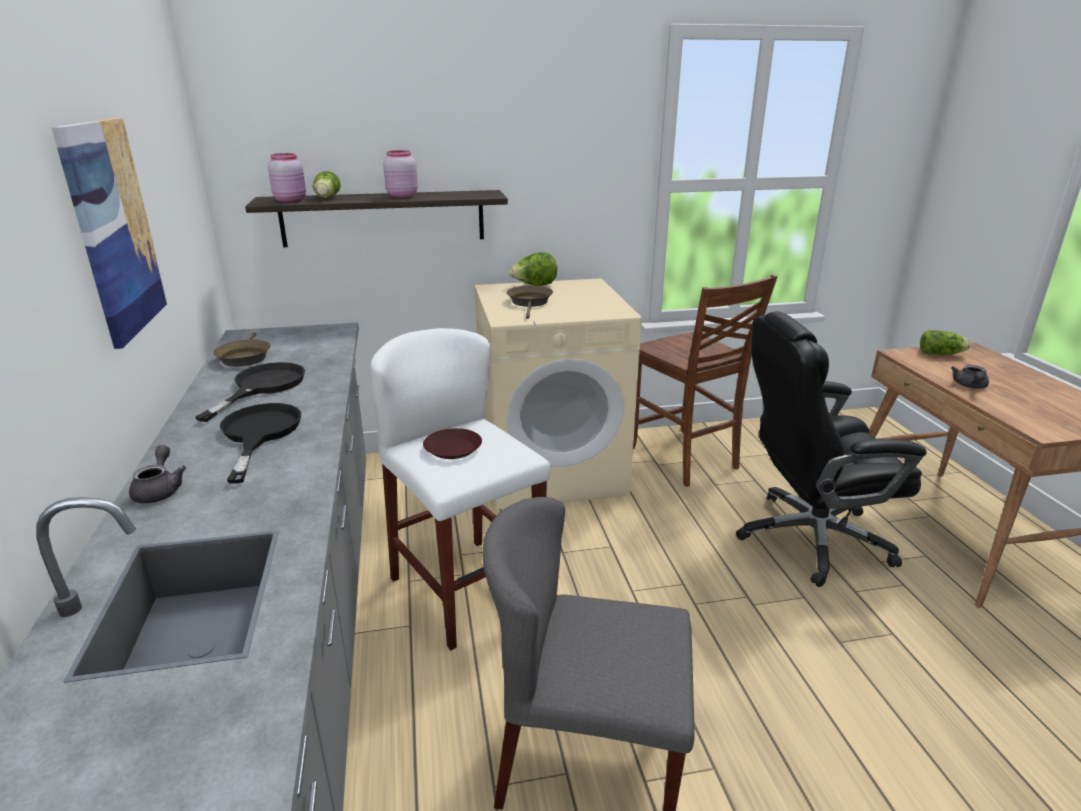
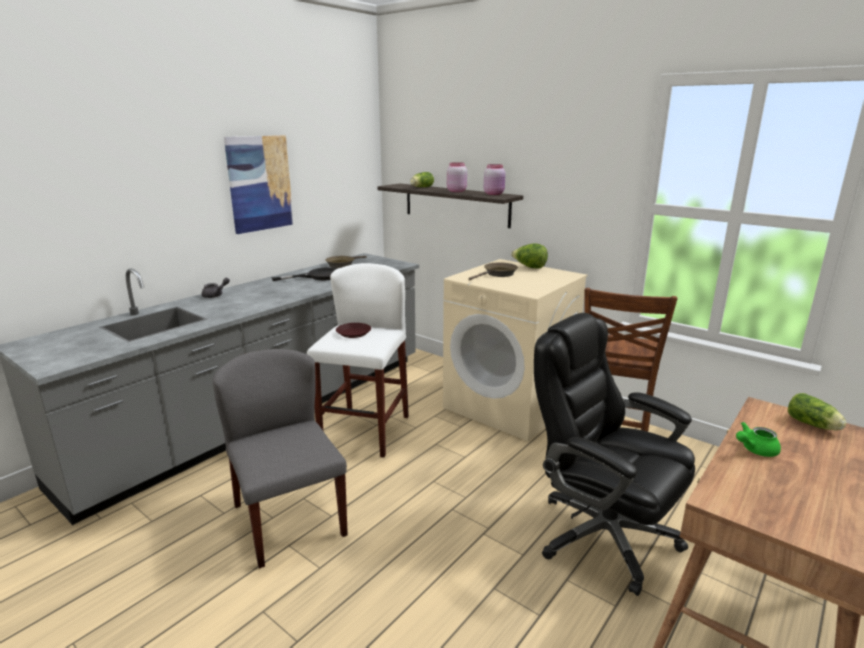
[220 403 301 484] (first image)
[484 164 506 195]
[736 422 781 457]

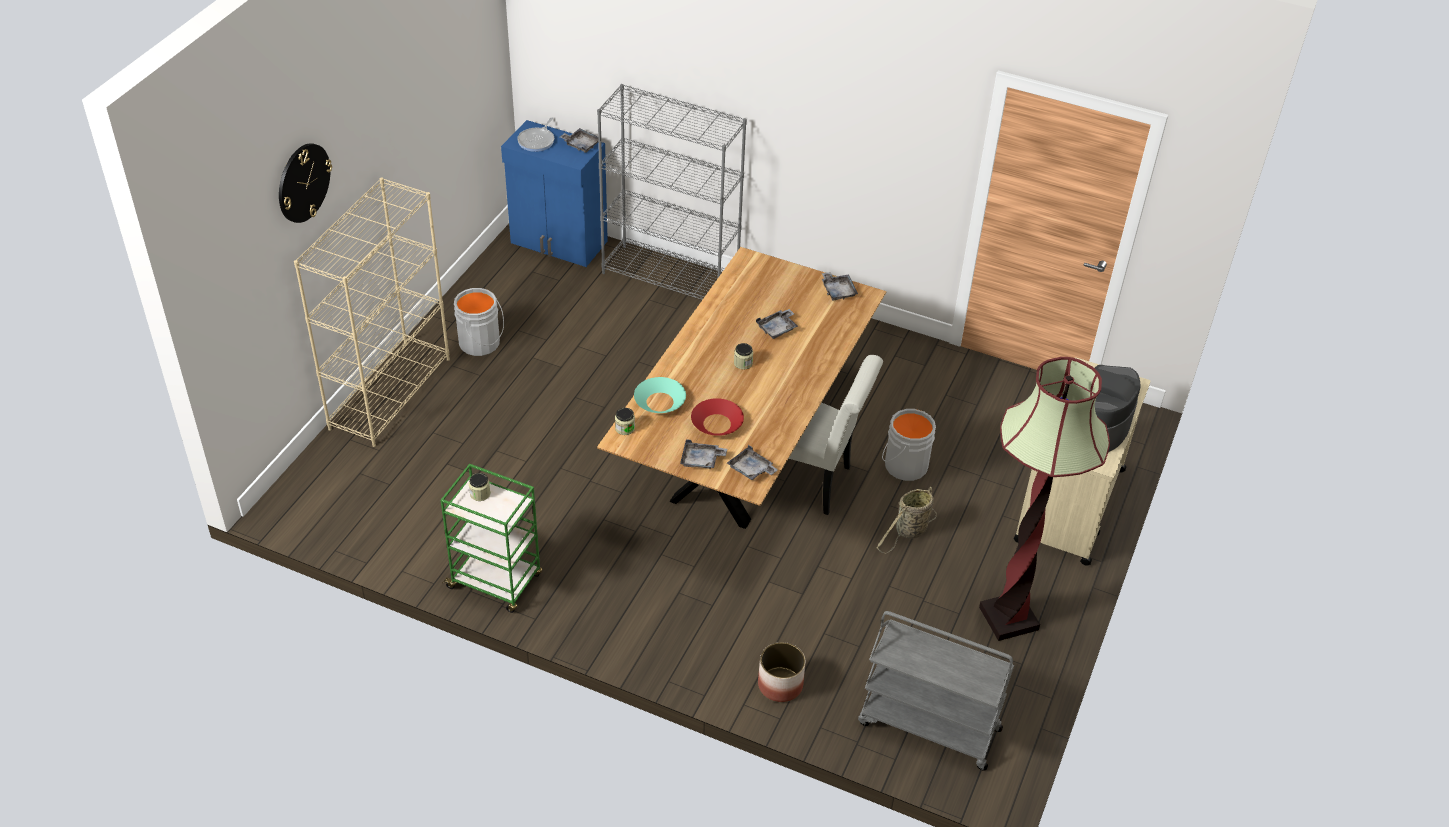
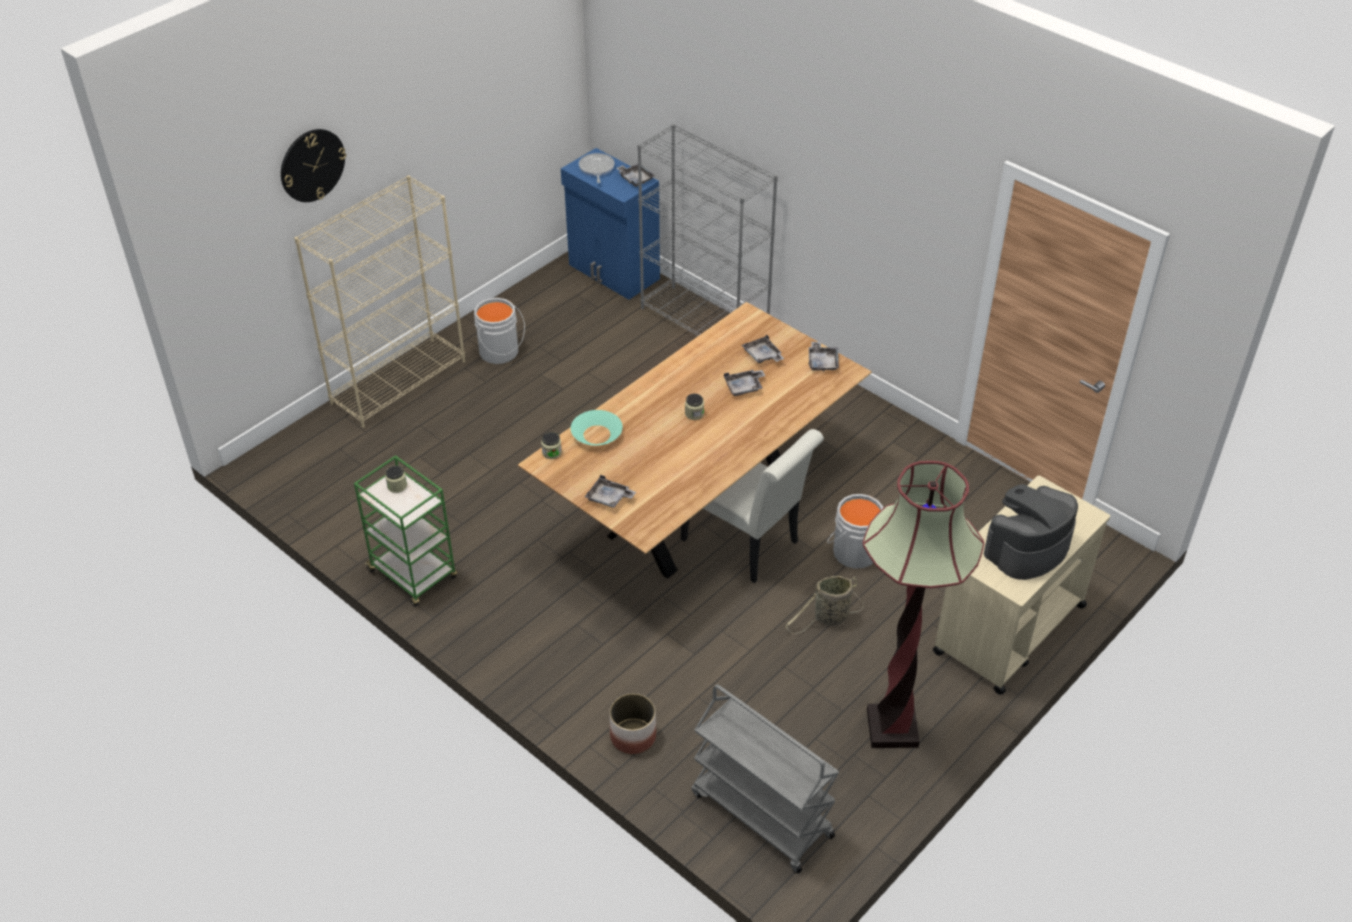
[579 153 615 183]
[691 398 744 436] (first image)
[742 334 784 363]

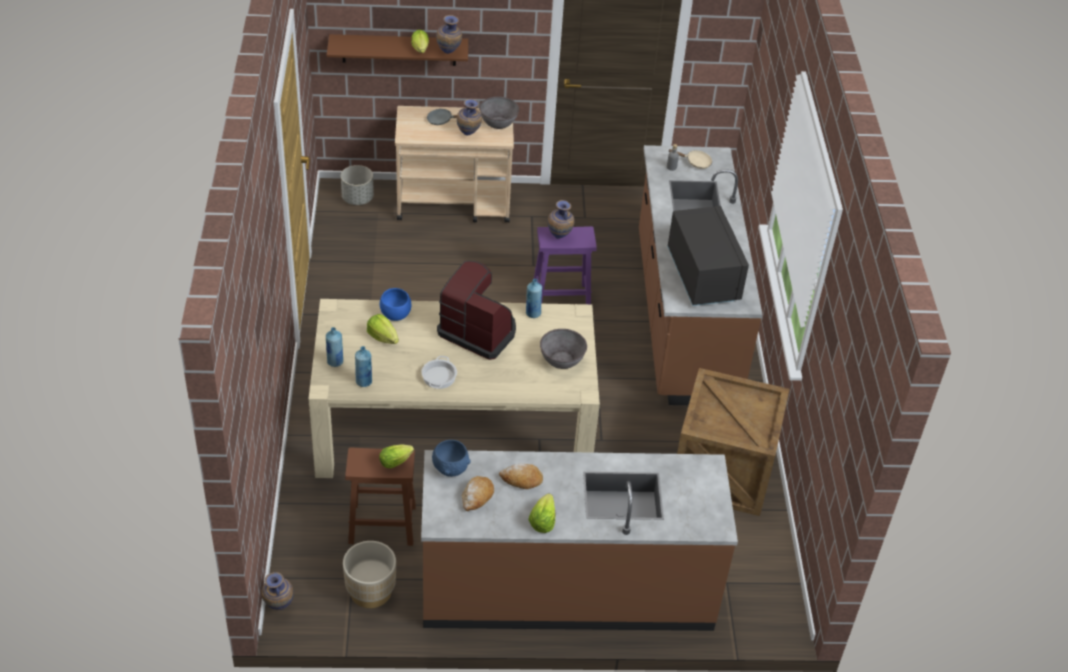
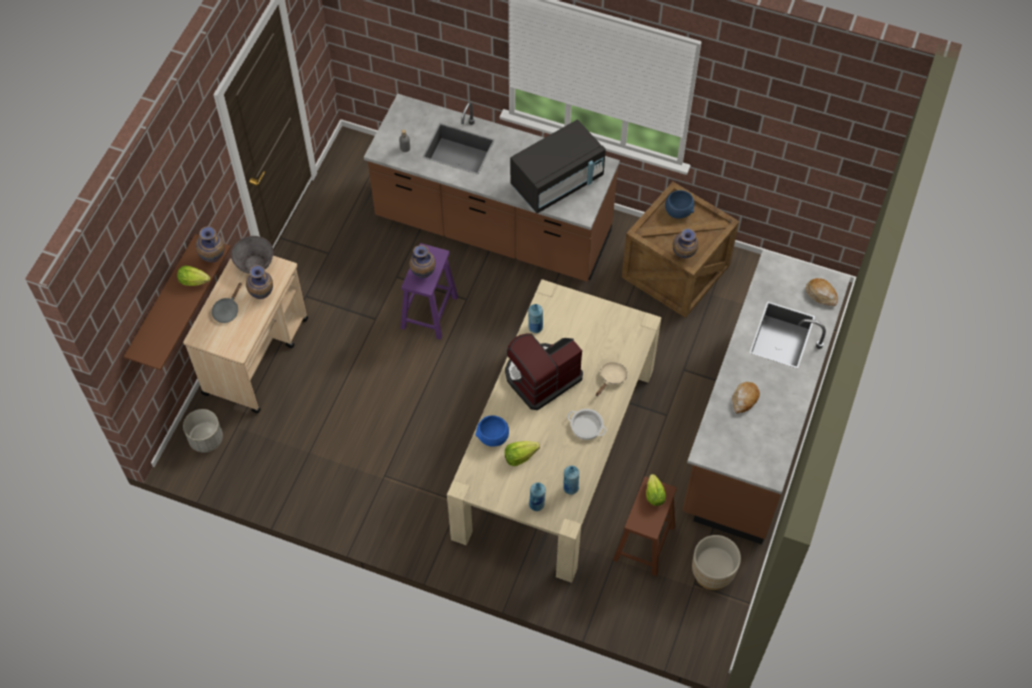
[673 228 698 258]
[665 190 694 219]
[806 278 838 306]
[528 493 555 533] (first image)
[540 329 587 369] (first image)
[510 120 606 214]
[596 362 628 396]

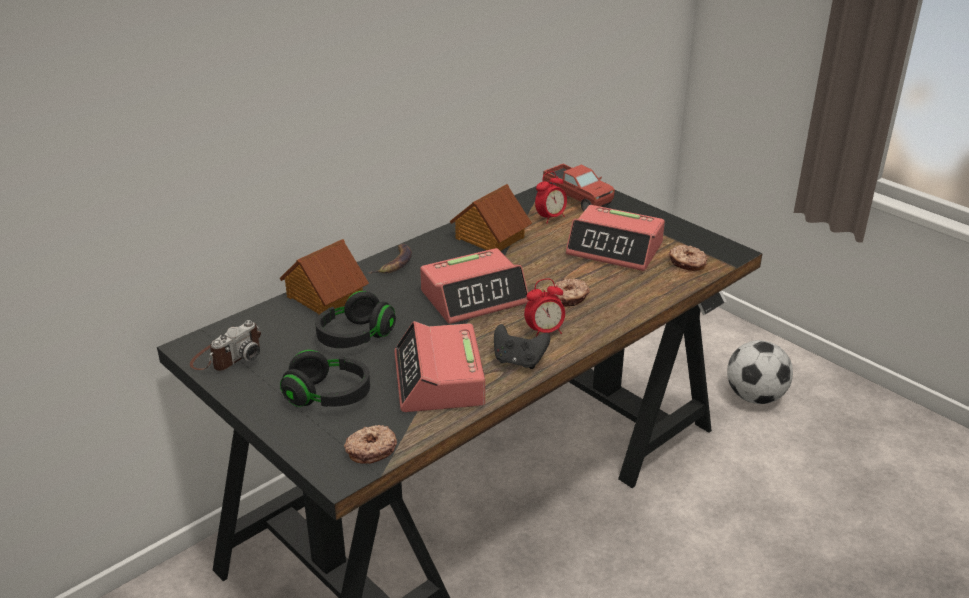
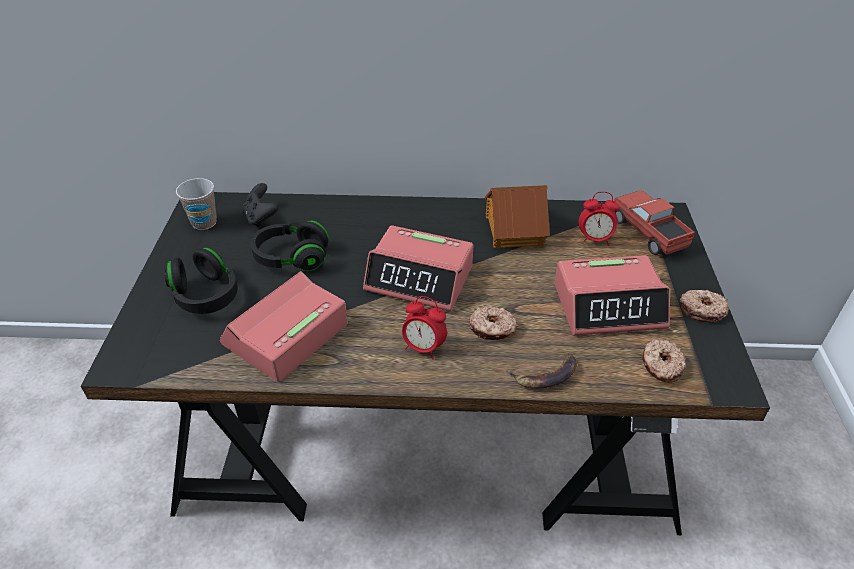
[176 178 217 230]
[280 239 369 315] (first image)
[680 290 729 322]
[506 353 577 389]
[243 183 278 228]
[613 191 695 255]
[554 255 670 335]
[727 340 793 404] (first image)

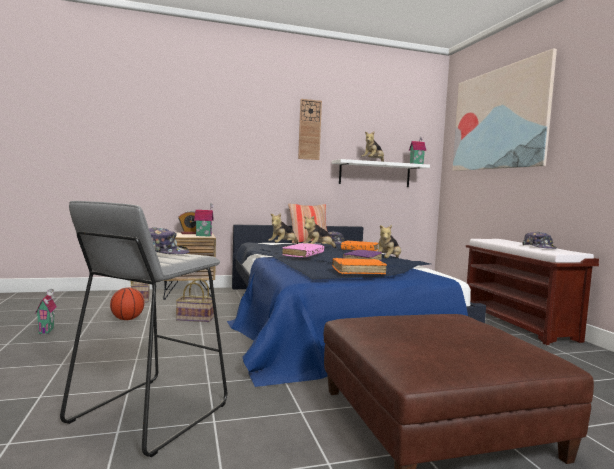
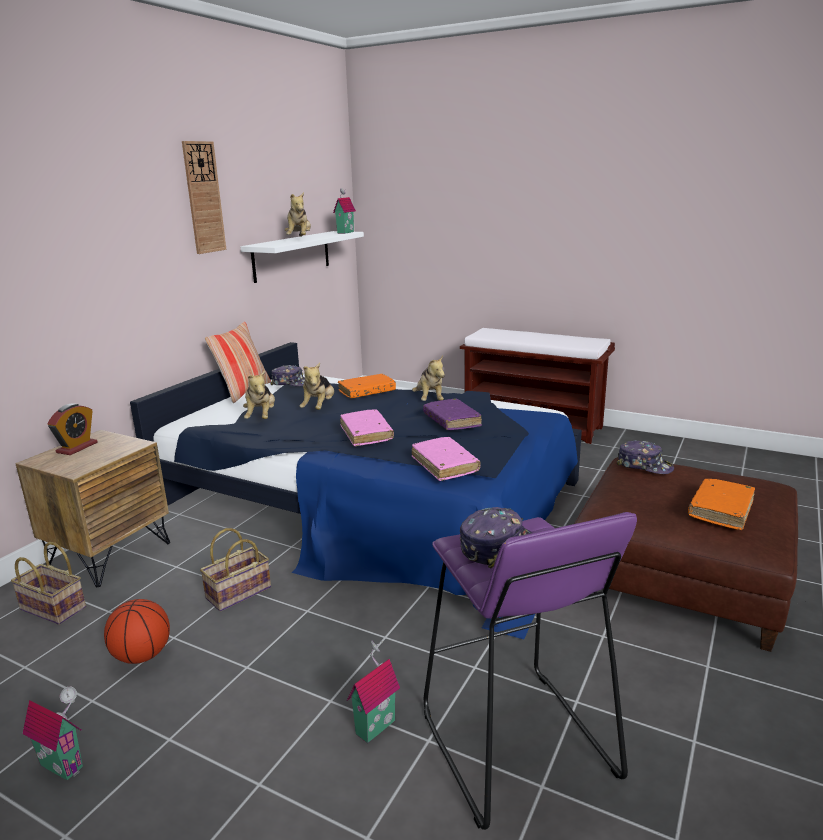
[424 512 637 830]
[347 640 400 743]
[688 479 755 530]
[452 48 557 171] (first image)
[617 440 674 474]
[412 437 481 481]

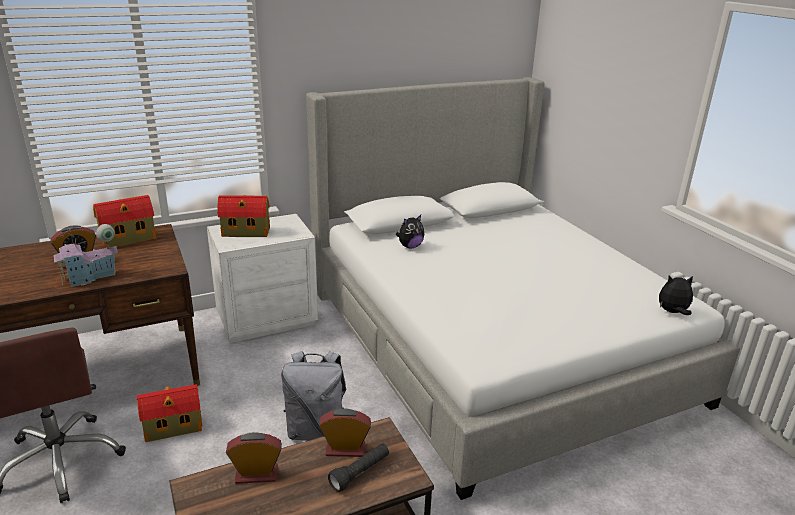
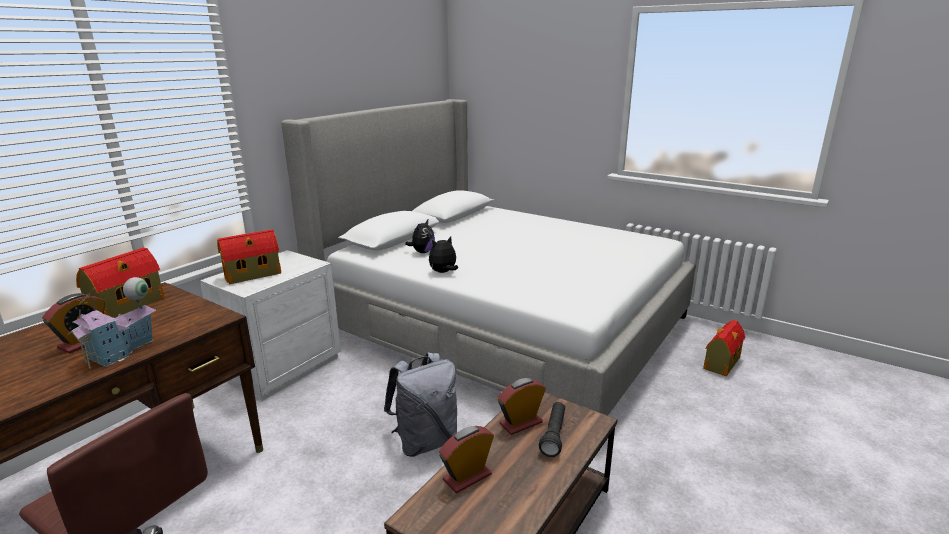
[703 320 745 376]
[429 237 458 273]

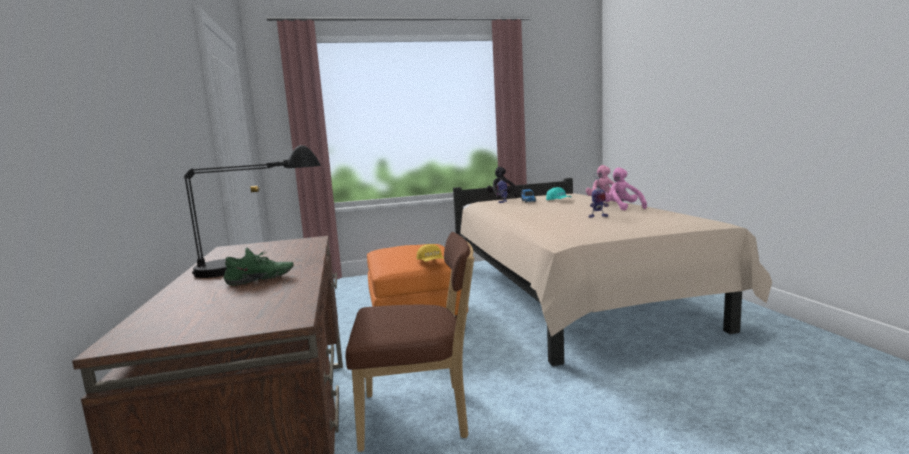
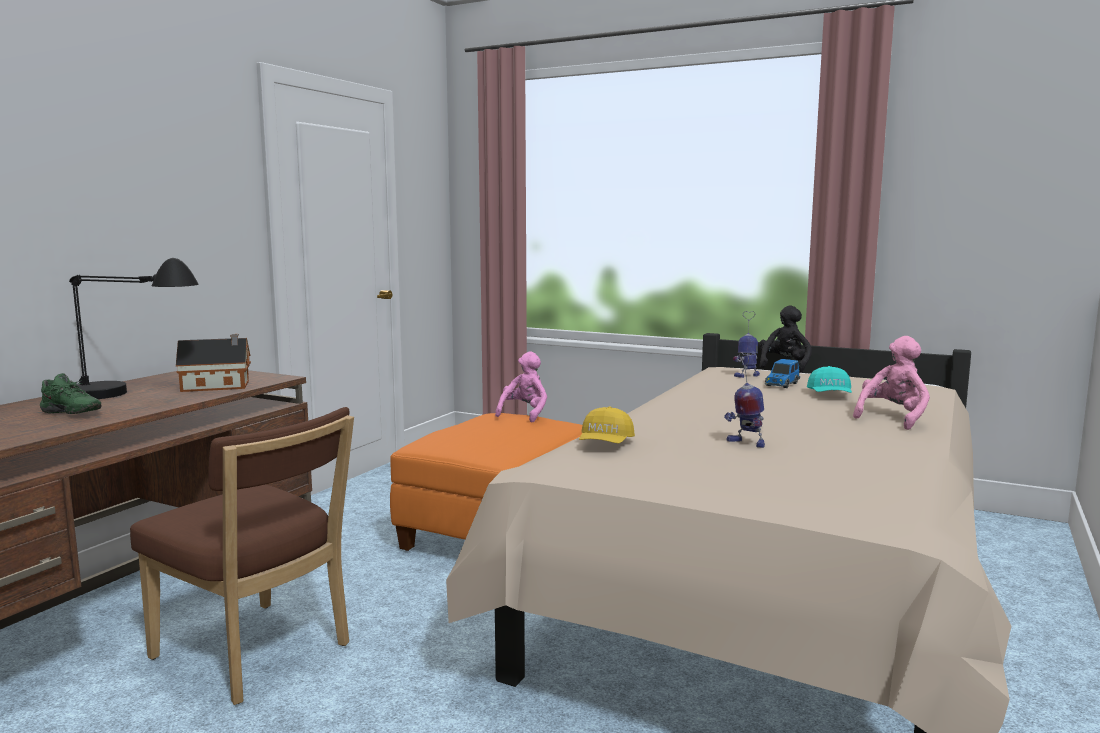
[579 406 635 444]
[495 352 547 423]
[176 334 251 392]

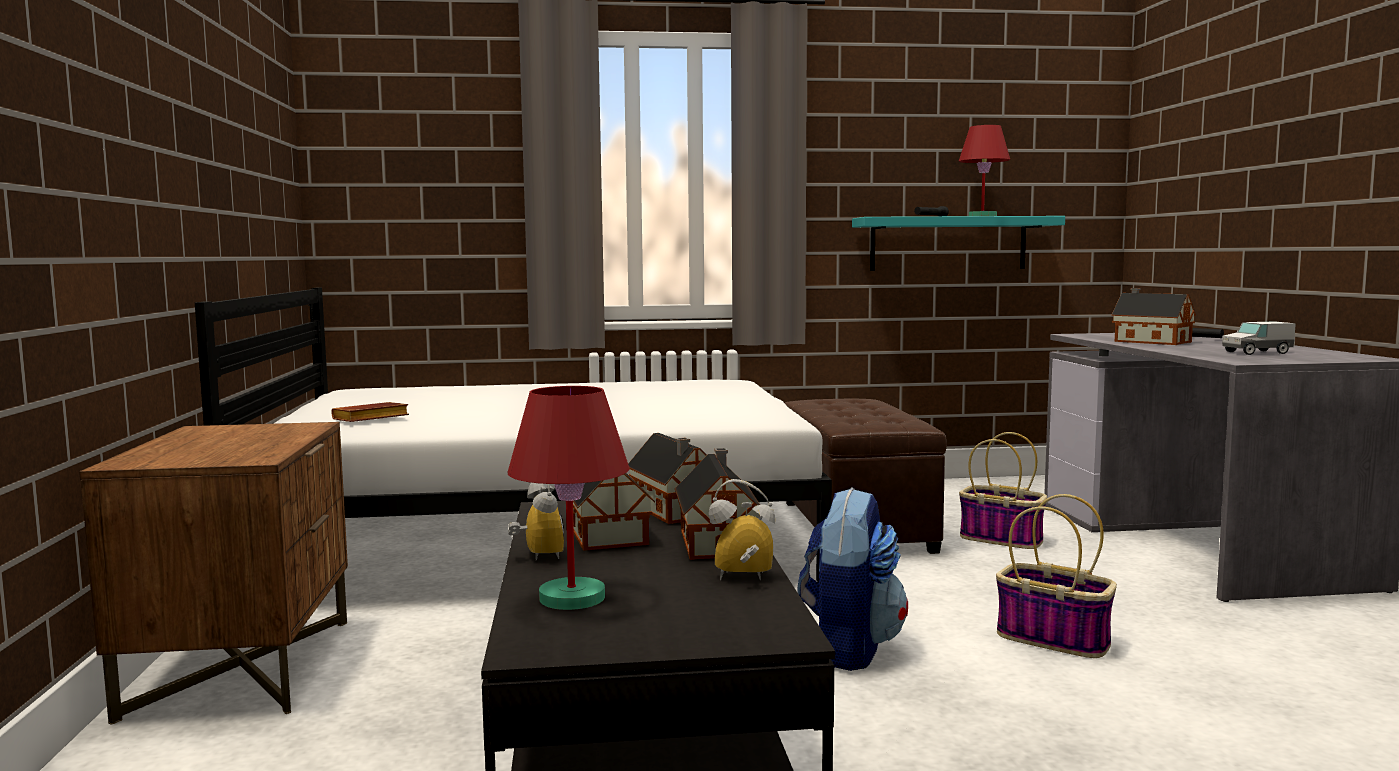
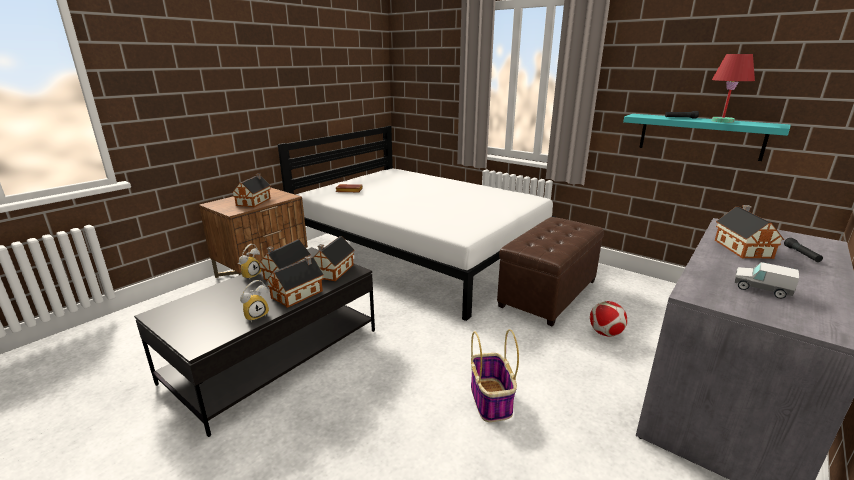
[508 386 630 610] (first image)
[240 280 269 322]
[798 487 908 671] (first image)
[590 301 627 337]
[232 173 271 207]

